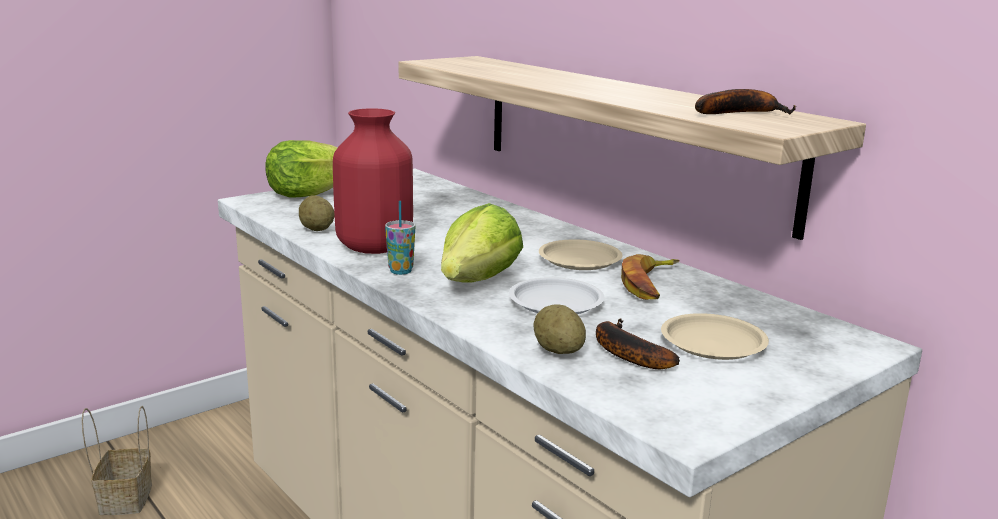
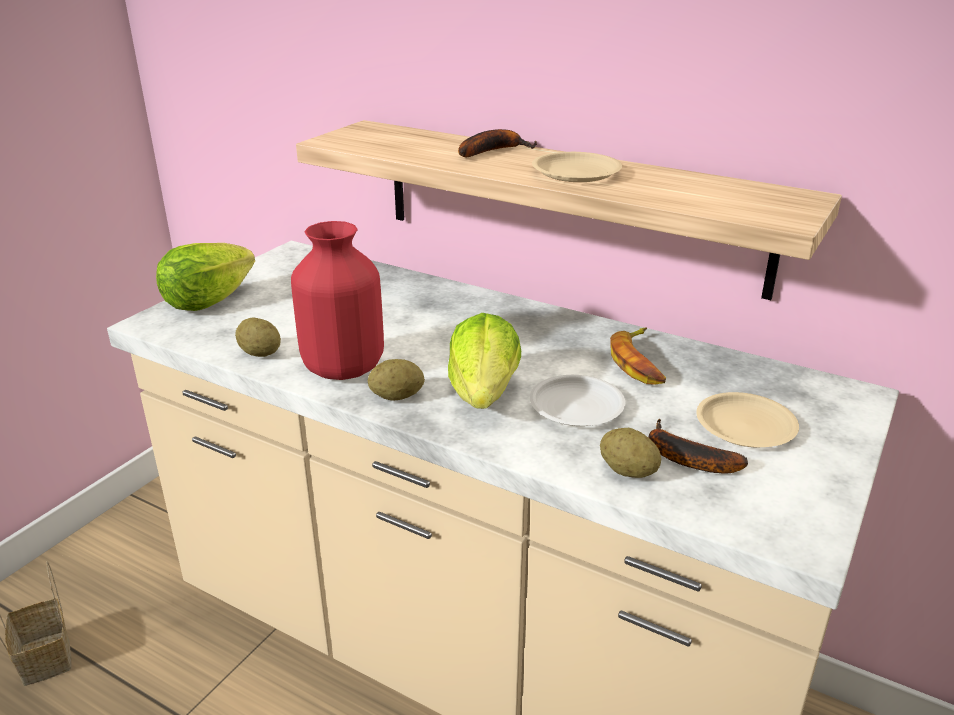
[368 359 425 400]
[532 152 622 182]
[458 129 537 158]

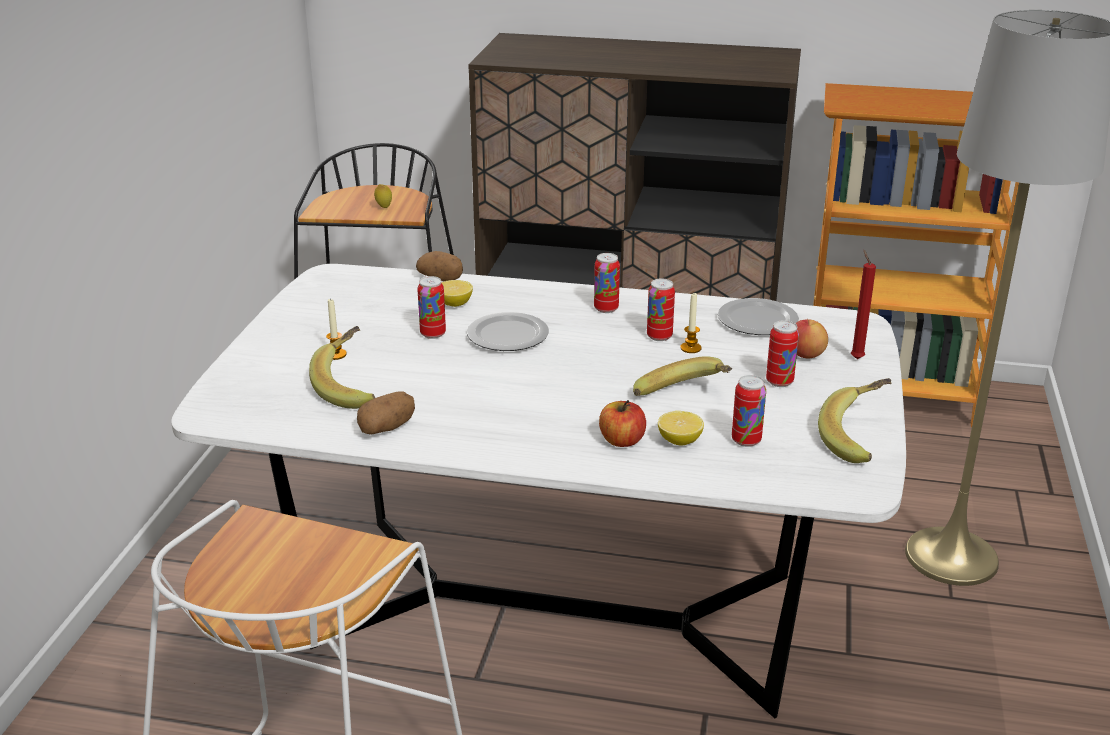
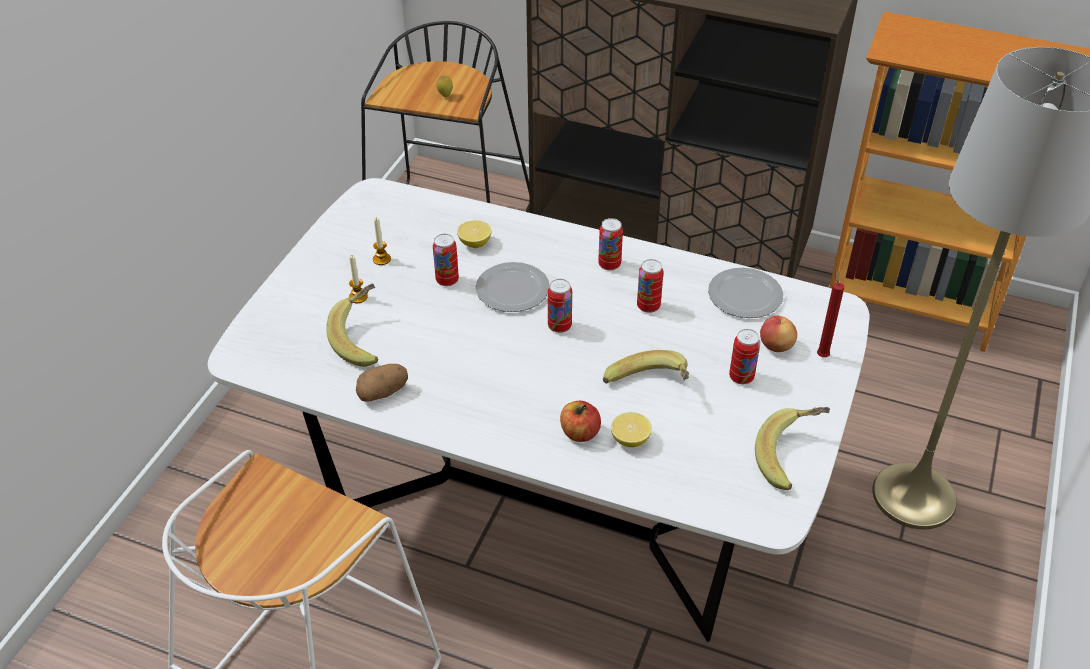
[416 251 463 281] (first image)
[373 217 391 265]
[548 279 572 333]

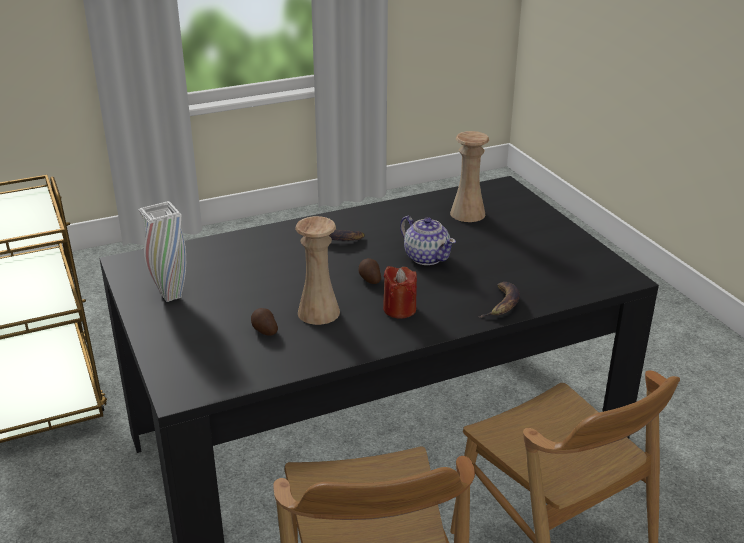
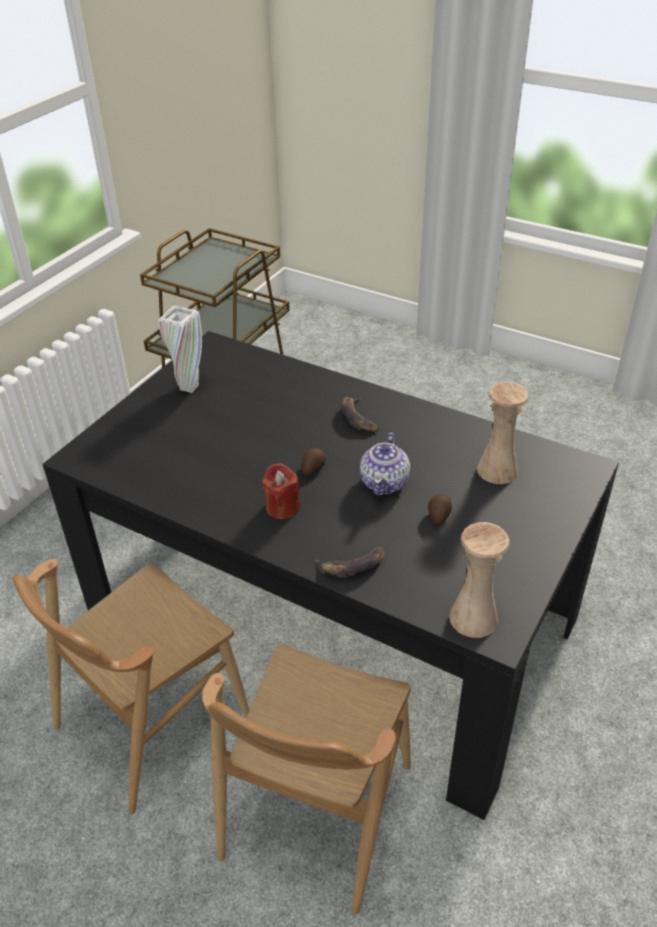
[428 494 452 524]
[449 522 510 638]

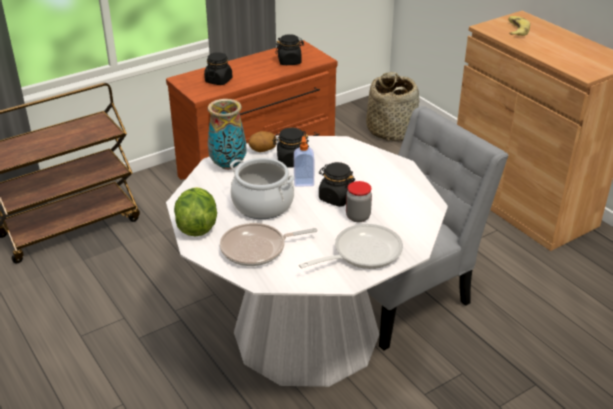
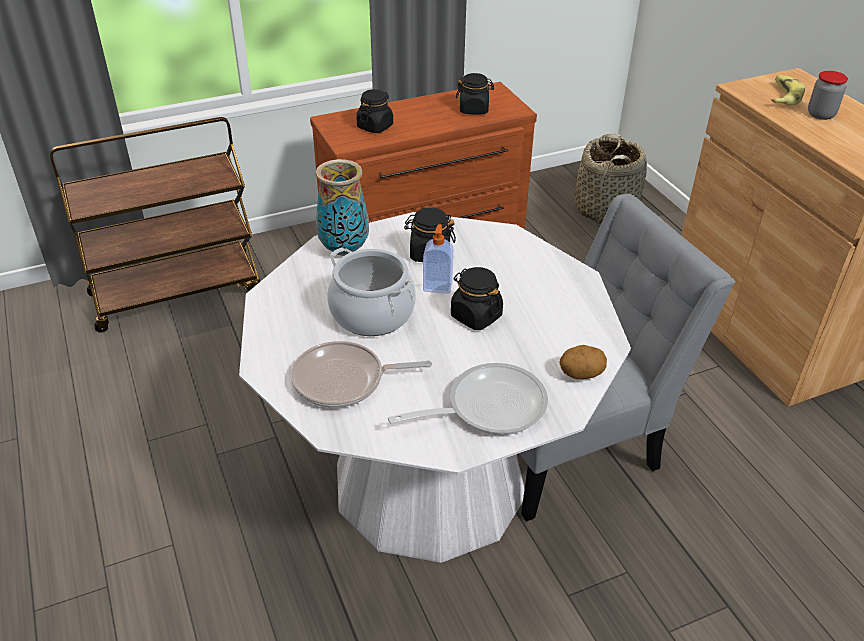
[174 187 217 237] (first image)
[559 345 607 379]
[808 71 848 120]

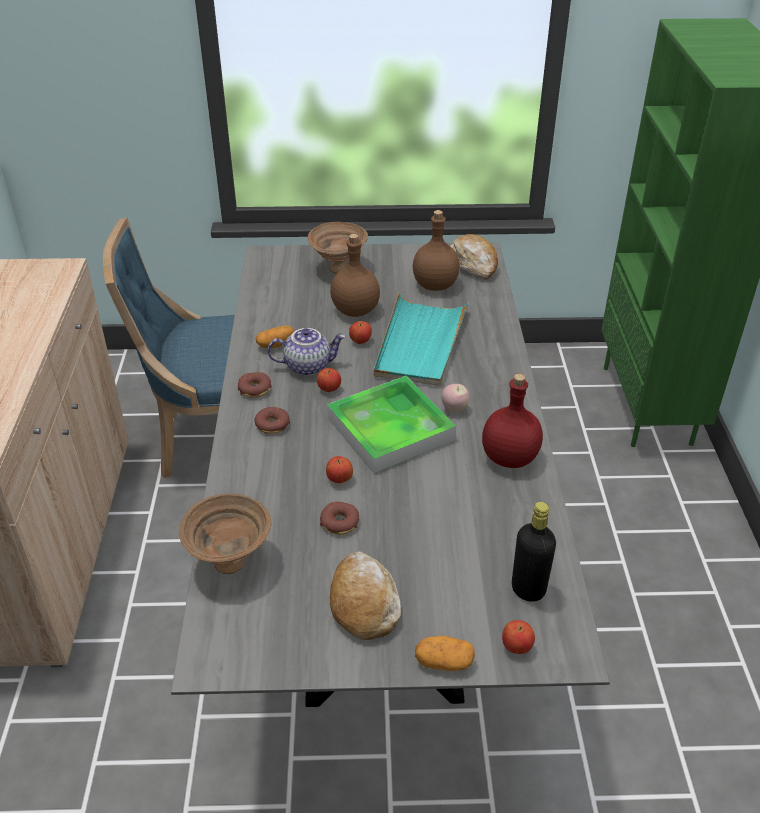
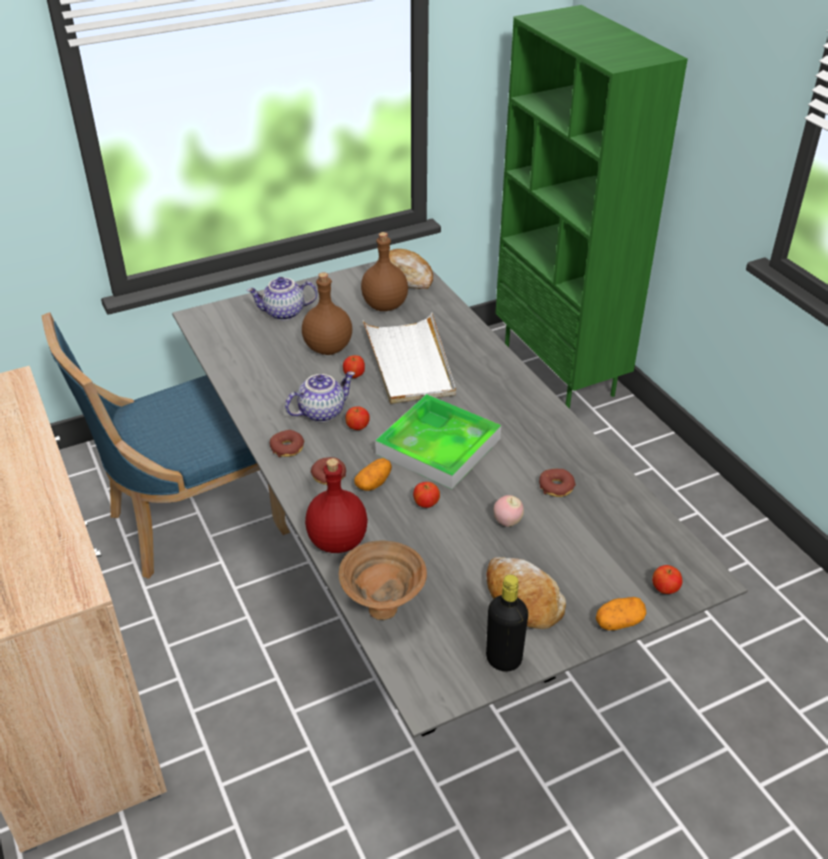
[354 458 392 491]
[247 277 317 320]
[539 469 576 497]
[363 313 456 404]
[494 495 524 527]
[305 458 368 553]
[486 575 528 672]

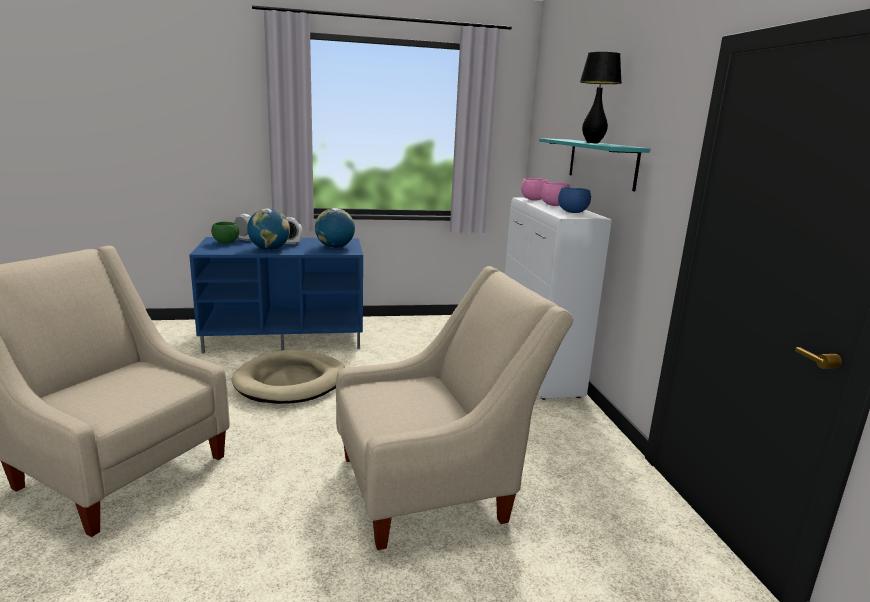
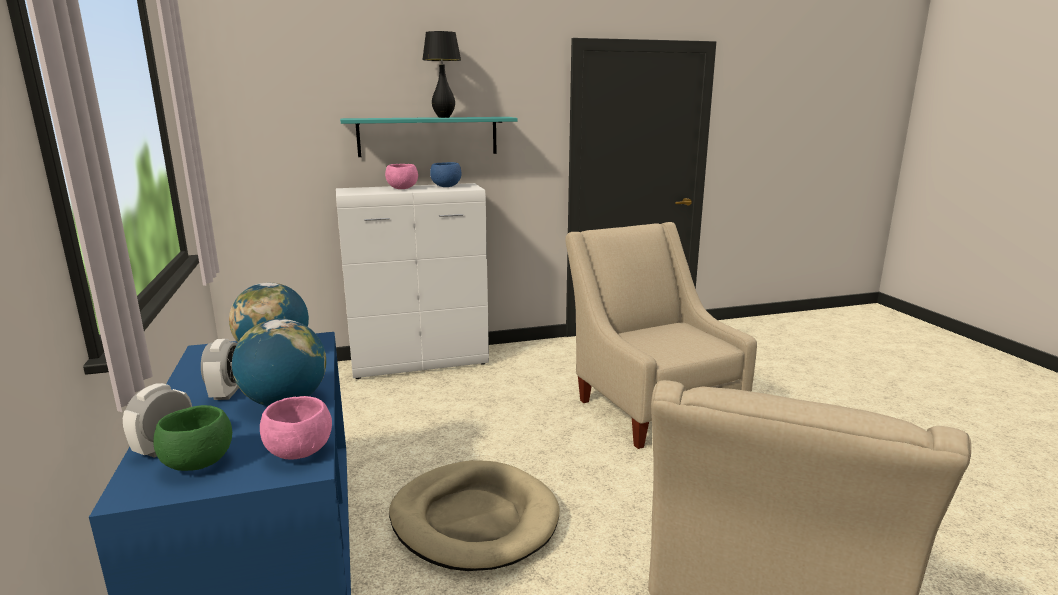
[260 396 332 460]

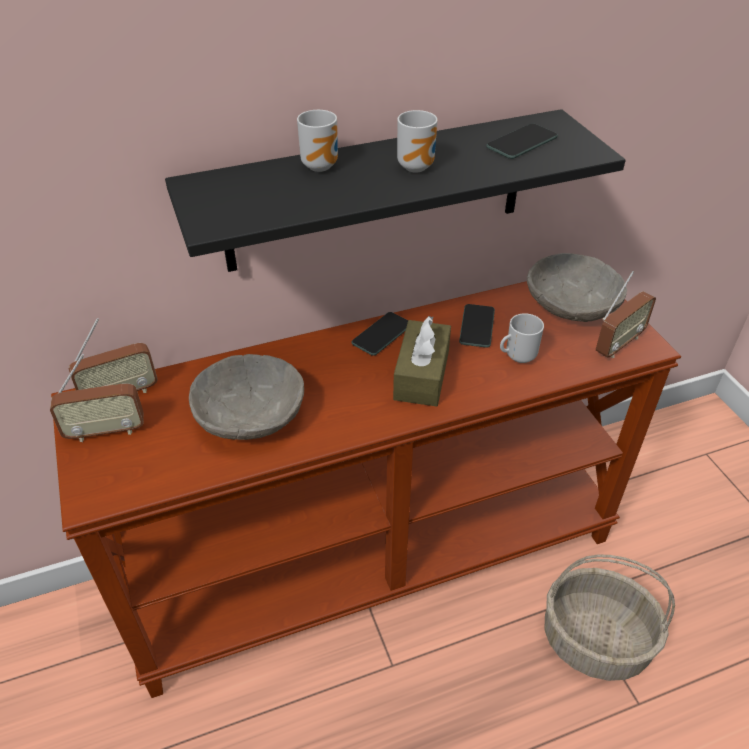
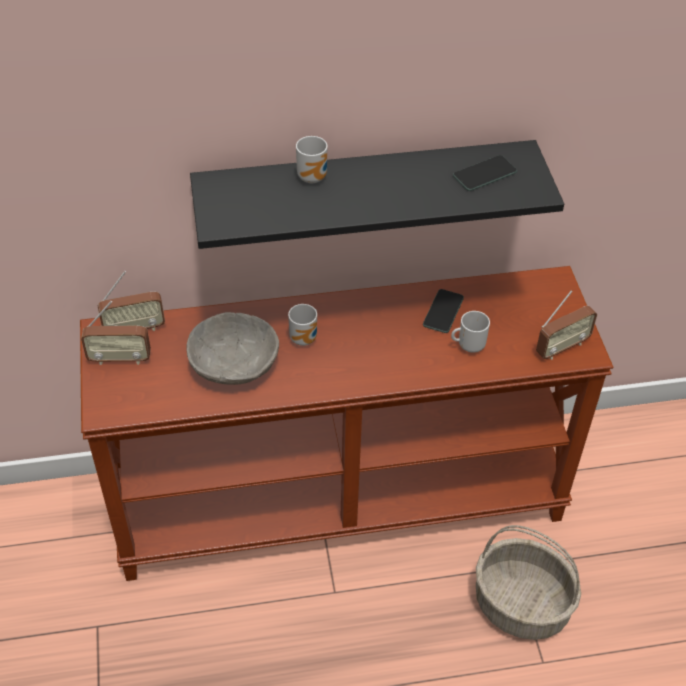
[352 312 408 356] (first image)
[393 316 451 407] (first image)
[288 304 317 346]
[527 253 627 322] (first image)

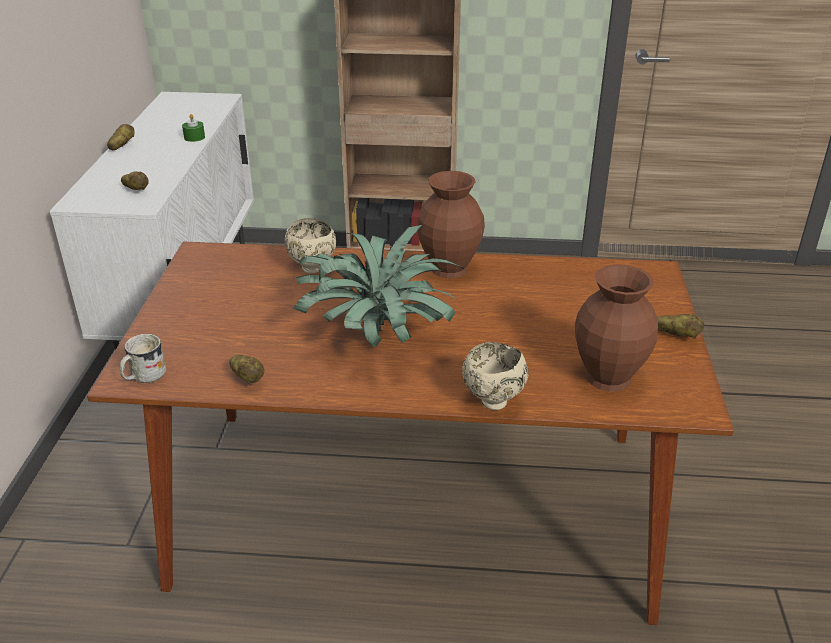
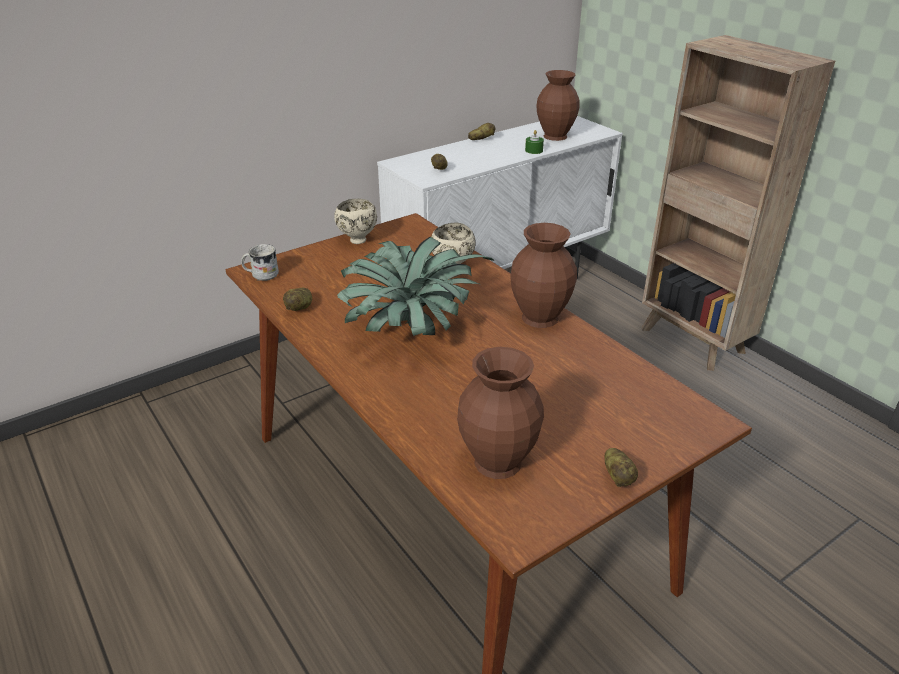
[334 199 377 244]
[536 70 579 141]

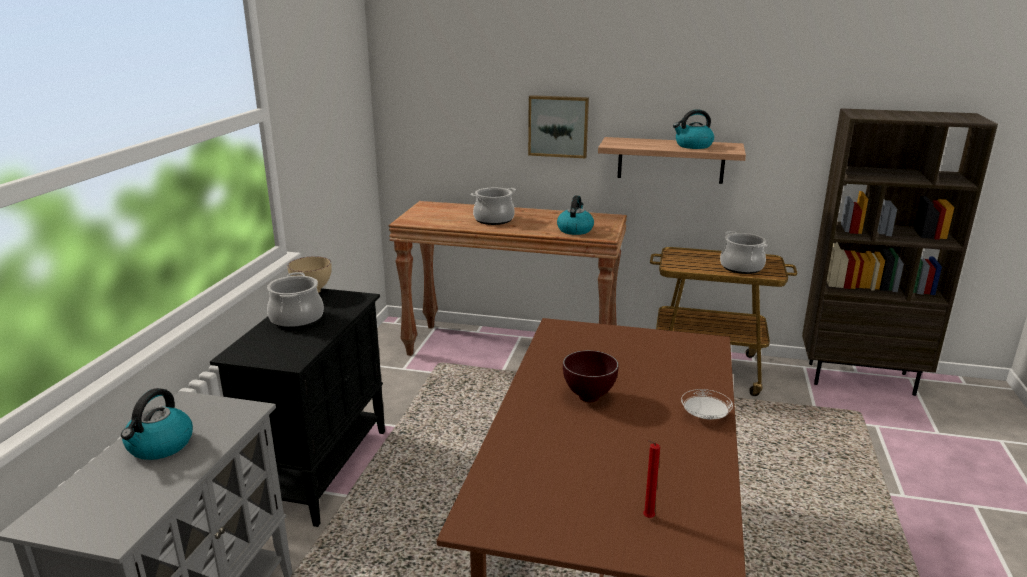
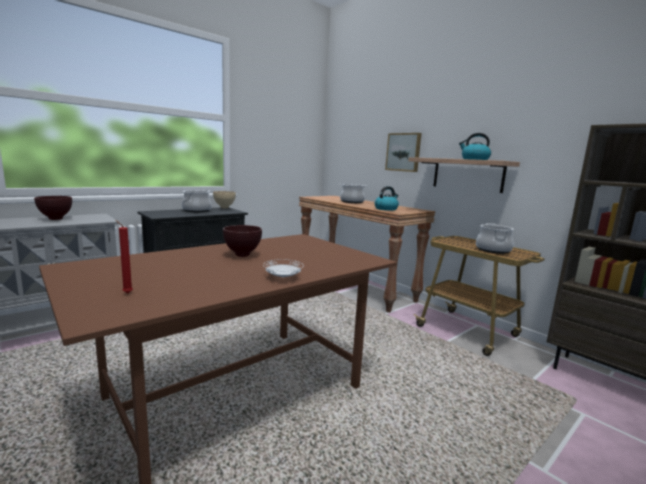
[34 196 72 220]

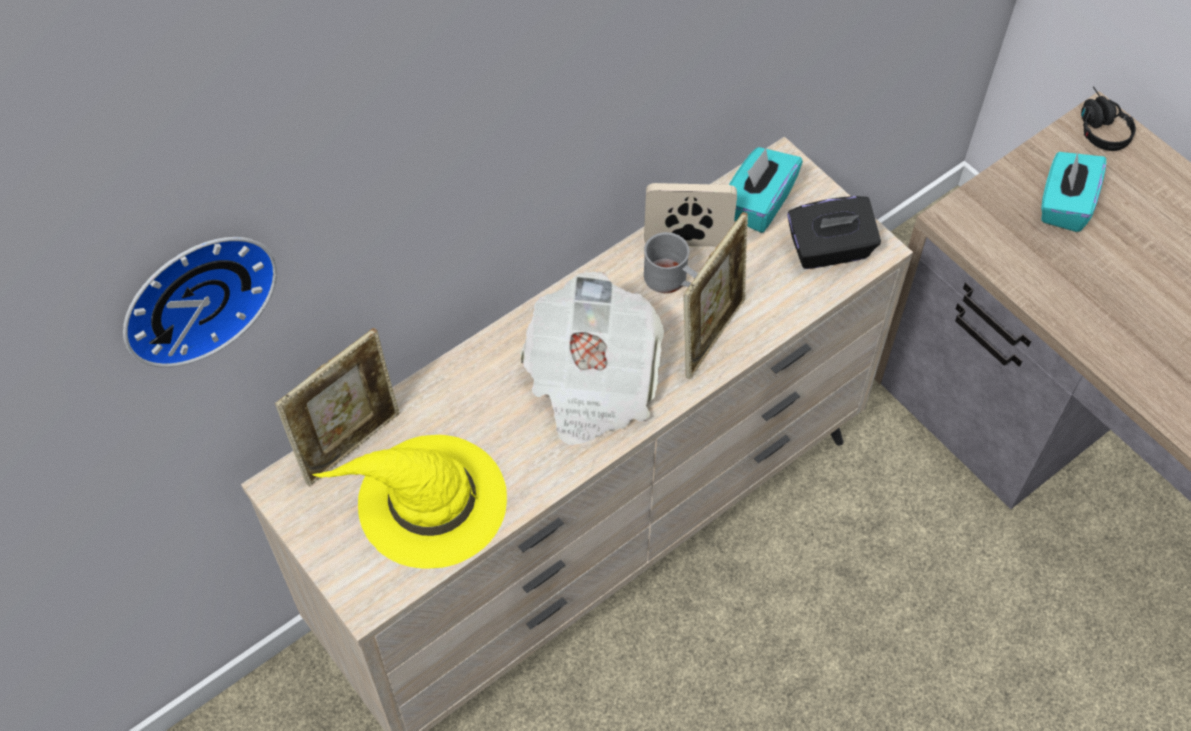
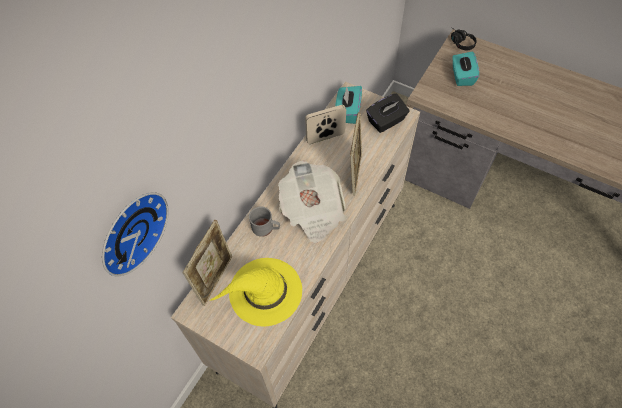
[249 206 280 237]

